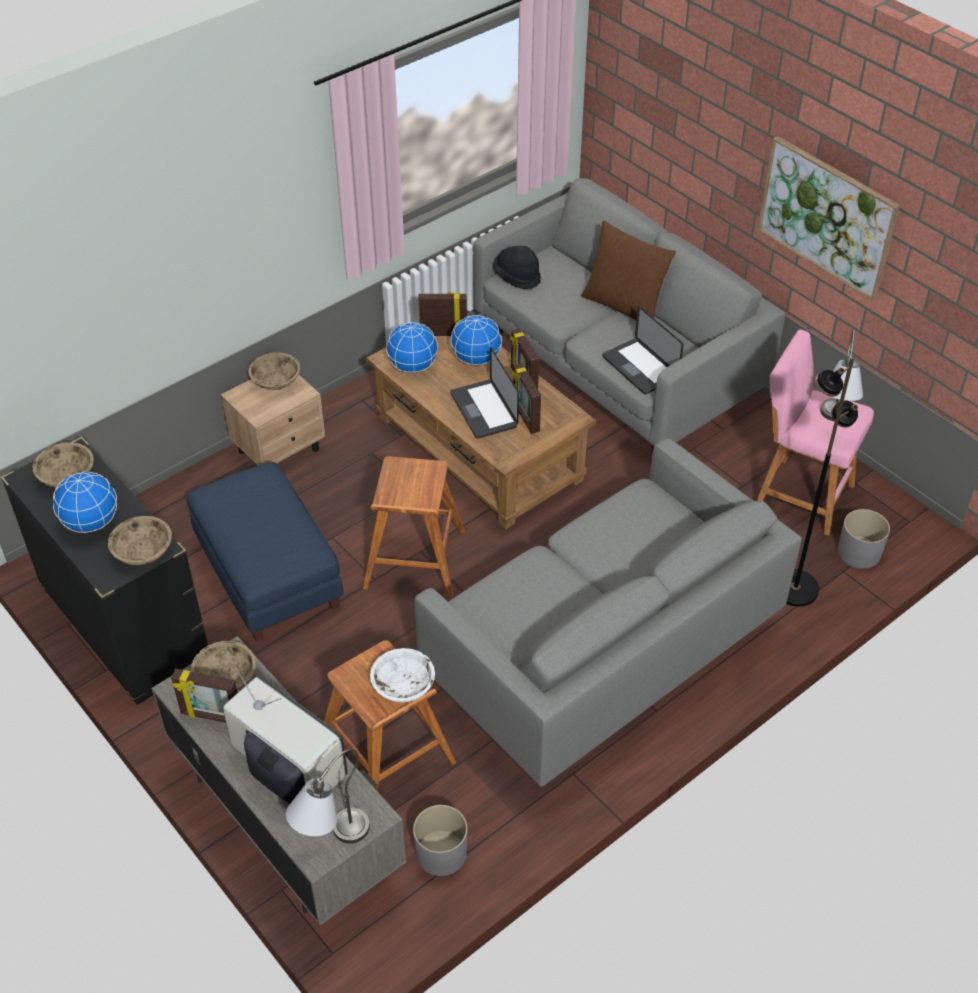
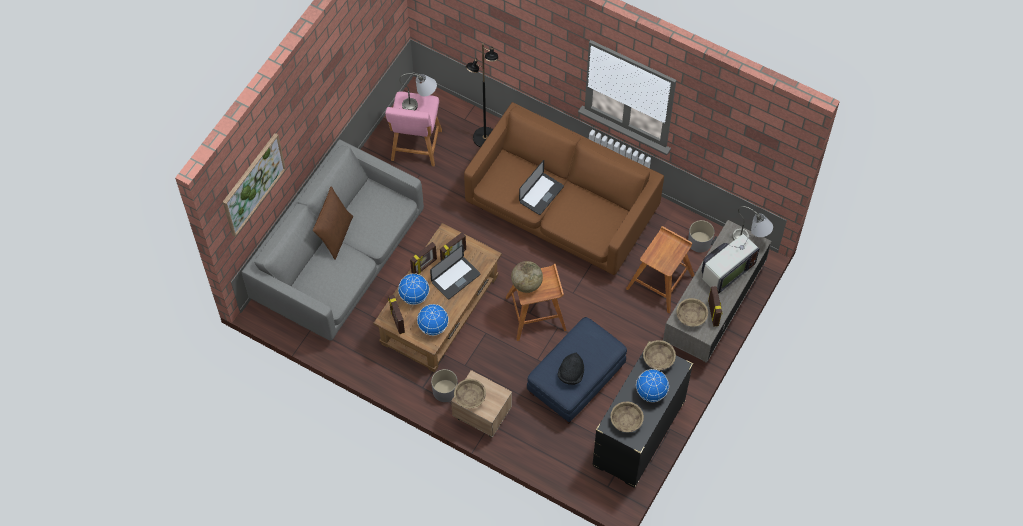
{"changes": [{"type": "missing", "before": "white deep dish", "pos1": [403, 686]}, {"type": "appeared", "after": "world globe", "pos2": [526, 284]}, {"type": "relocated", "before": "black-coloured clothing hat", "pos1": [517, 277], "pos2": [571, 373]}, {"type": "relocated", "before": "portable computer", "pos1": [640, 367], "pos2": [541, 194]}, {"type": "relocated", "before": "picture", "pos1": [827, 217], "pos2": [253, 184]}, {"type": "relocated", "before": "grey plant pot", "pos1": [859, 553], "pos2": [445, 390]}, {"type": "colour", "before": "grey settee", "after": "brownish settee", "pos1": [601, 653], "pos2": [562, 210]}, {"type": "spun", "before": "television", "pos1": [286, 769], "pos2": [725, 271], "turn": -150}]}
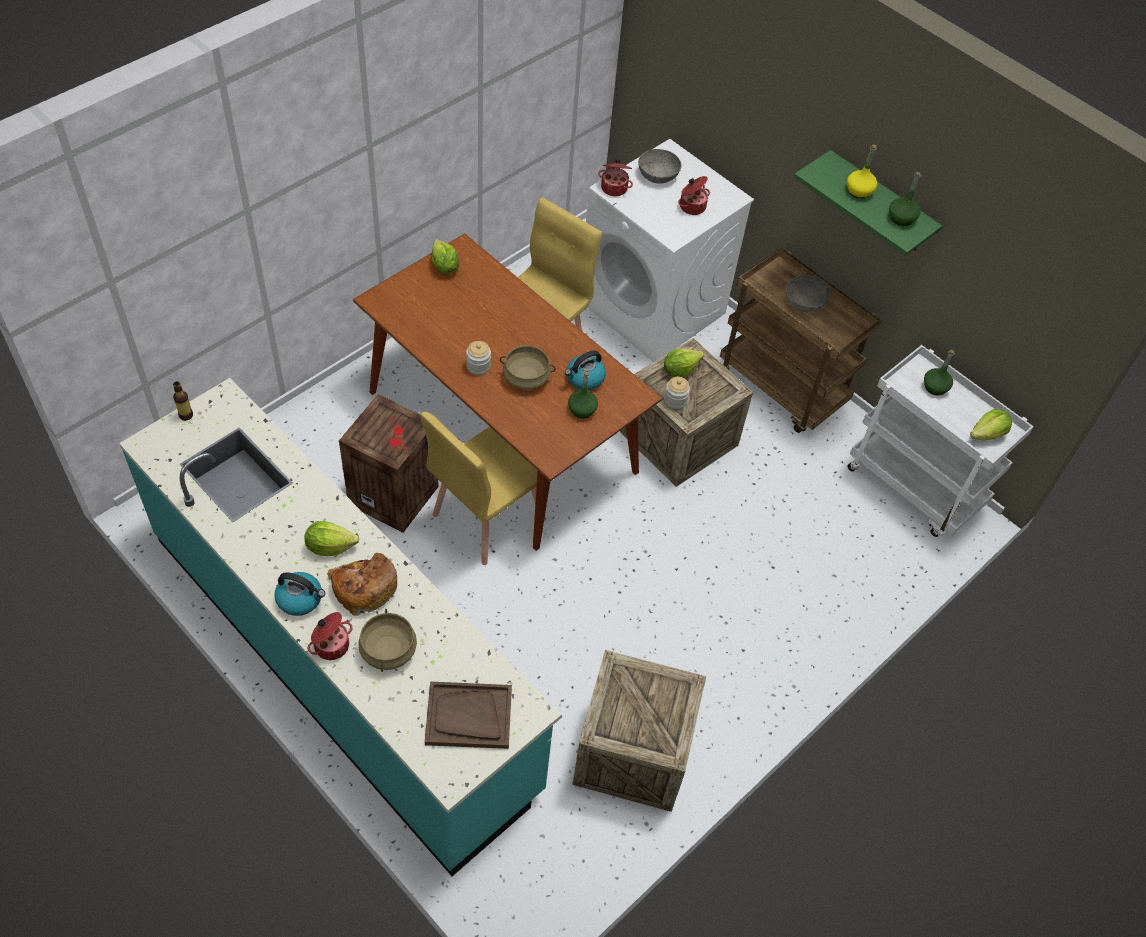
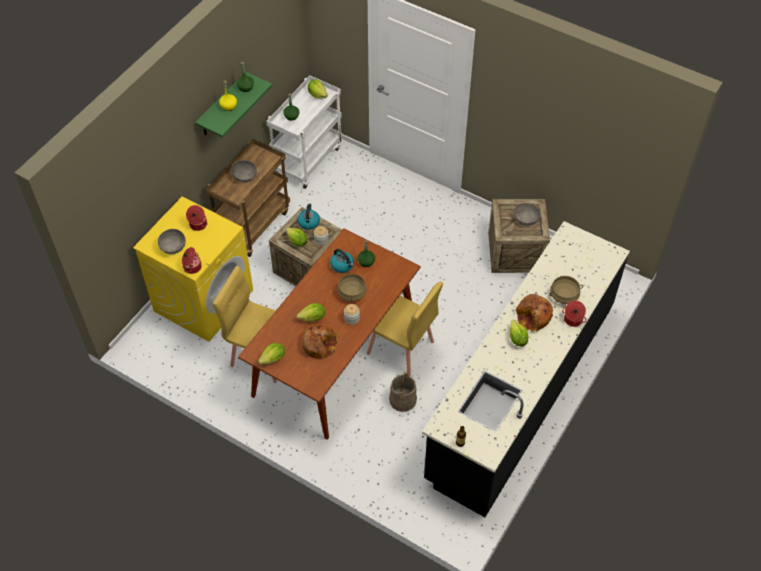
{"changes": [{"type": "missing", "before": "brownish serving tray", "pos1": [468, 716]}, {"type": "appeared", "after": "lettuce head", "pos2": [313, 318]}, {"type": "appeared", "after": "bakery bread", "pos2": [320, 344]}, {"type": "appeared", "after": "grey deep dish", "pos2": [525, 219]}, {"type": "relocated", "before": "kettle", "pos1": [300, 599], "pos2": [308, 222]}, {"type": "exchanged", "before": "packing crate", "after": "sand-coloured bucket", "pos1": [395, 495], "pos2": [402, 399]}, {"type": "colour", "before": "turquoise-coloured kitchen base unit", "after": "black-coloured kitchen base unit", "pos1": [343, 660], "pos2": [520, 390]}, {"type": "colour", "before": "white washing machine", "after": "yellow-coloured washing machine", "pos1": [653, 307], "pos2": [203, 300]}]}
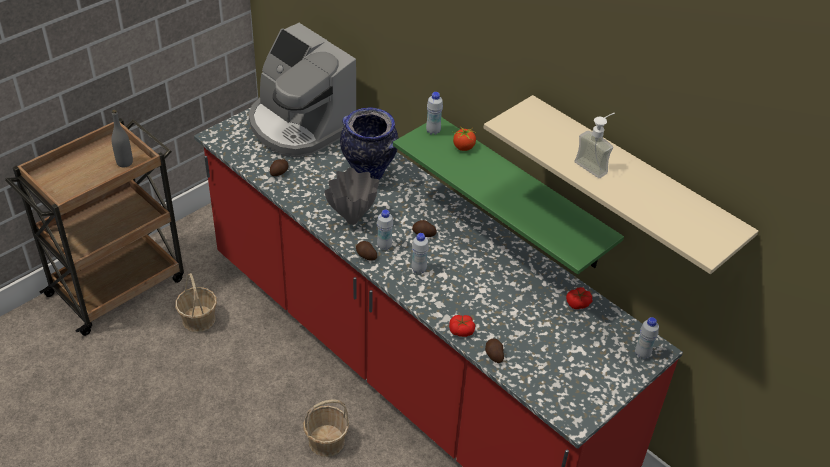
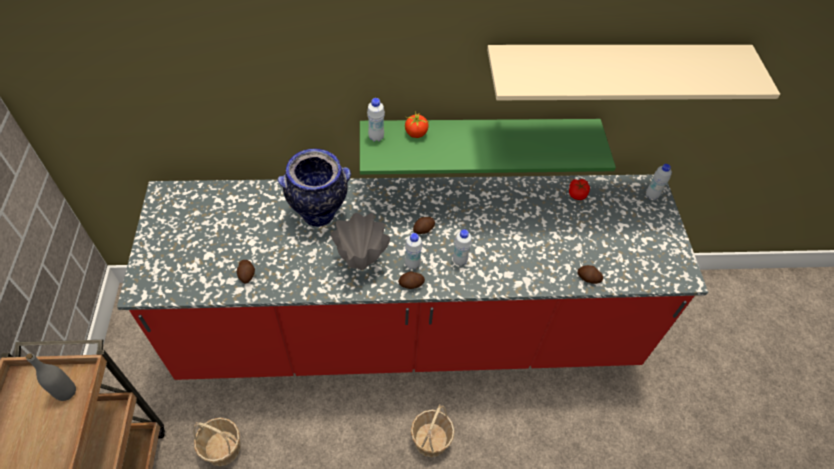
{"changes": [{"type": "missing", "before": "coffee maker", "pos1": [300, 125]}, {"type": "missing", "before": "tomato", "pos1": [461, 330]}, {"type": "missing", "before": "soap dispenser", "pos1": [595, 165]}]}
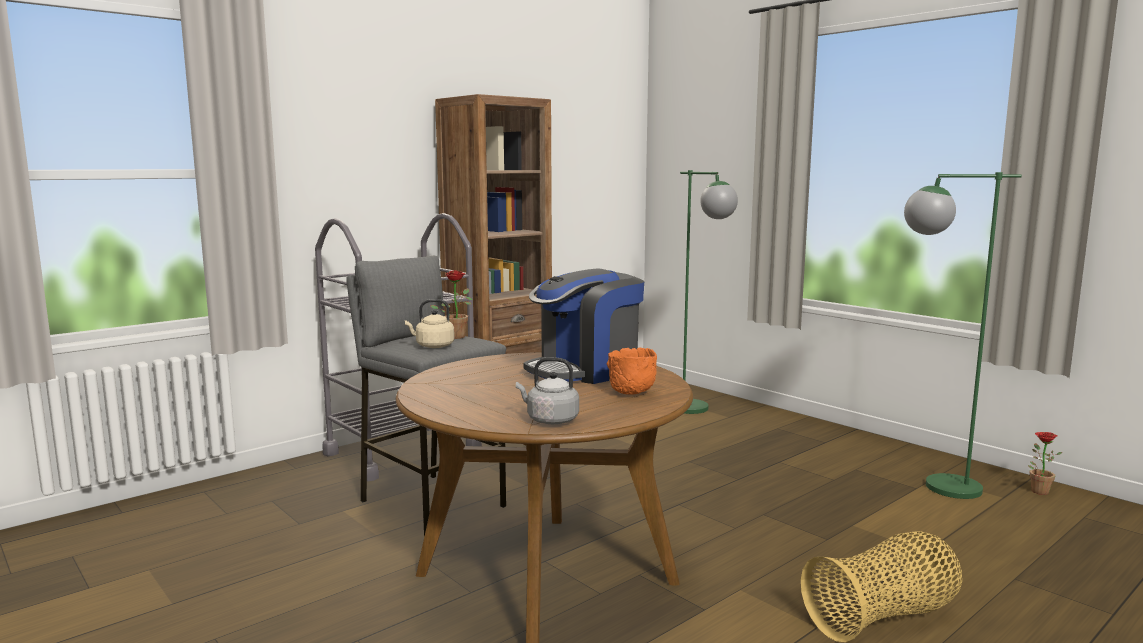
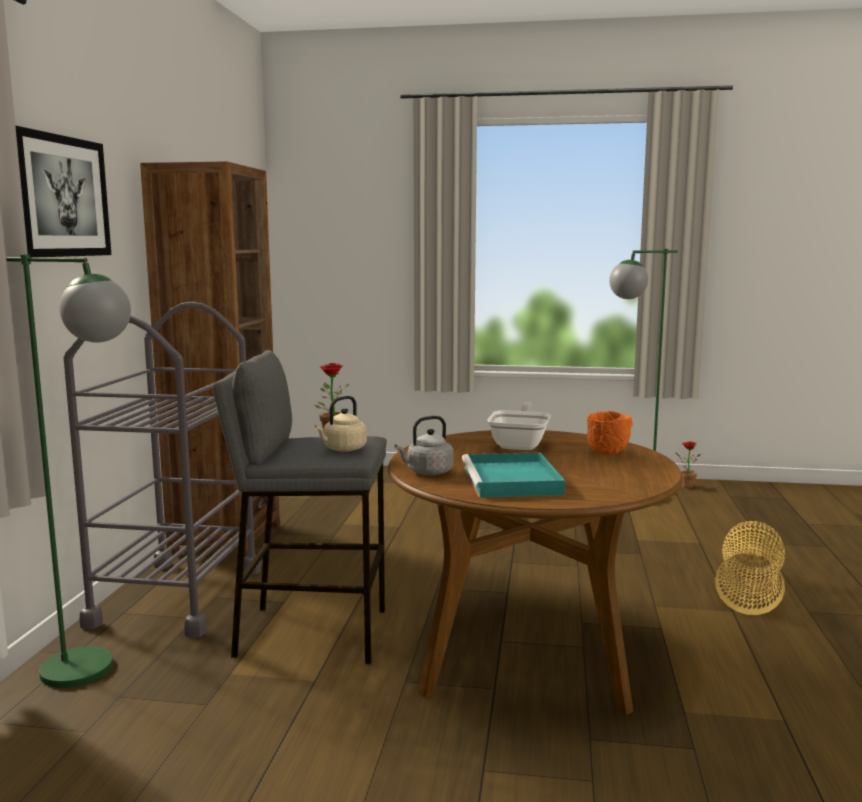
{"changes": [{"type": "appeared", "after": "picture", "pos2": [61, 196]}, {"type": "appeared", "after": "turquoise-coloured serving tray", "pos2": [512, 481]}, {"type": "relocated", "before": "grey kettle", "pos1": [550, 420], "pos2": [427, 472]}, {"type": "relocated", "before": "green-coloured standing lamp", "pos1": [698, 411], "pos2": [97, 673]}, {"type": "exchanged", "before": "coffee maker", "after": "frying pan", "pos1": [585, 370], "pos2": [520, 444]}]}
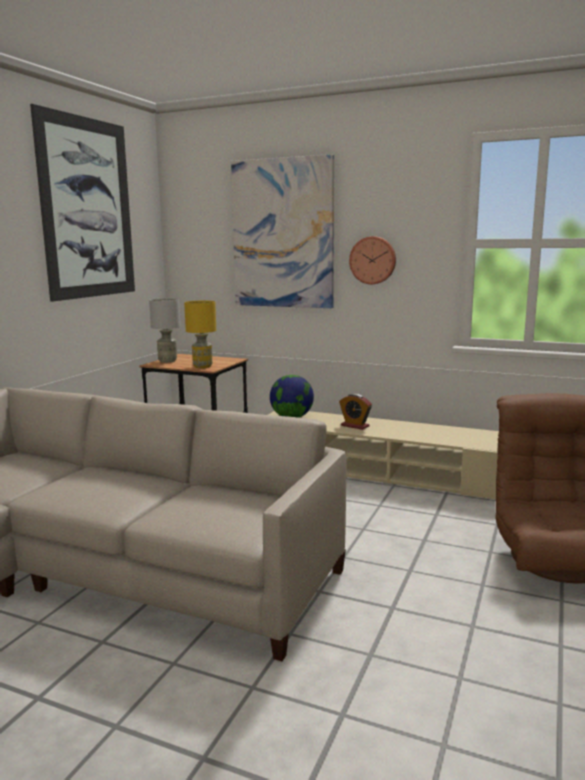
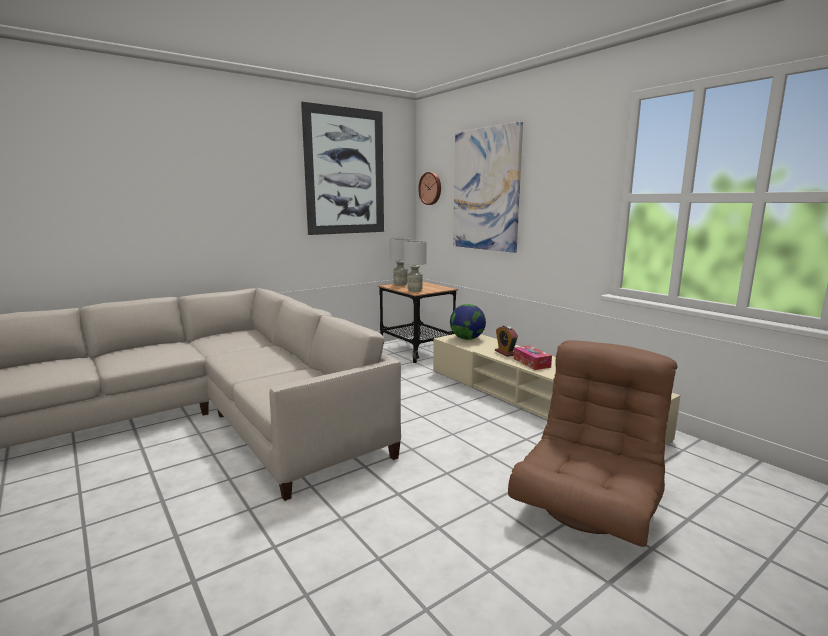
{"changes": [{"type": "appeared", "after": "tissue box", "pos2": [531, 363]}, {"type": "relocated", "before": "clock on the wall", "pos1": [373, 260], "pos2": [431, 188]}, {"type": "colour", "before": "yellow-coloured table lamp", "after": "grey table lamp", "pos1": [203, 366], "pos2": [415, 290]}]}
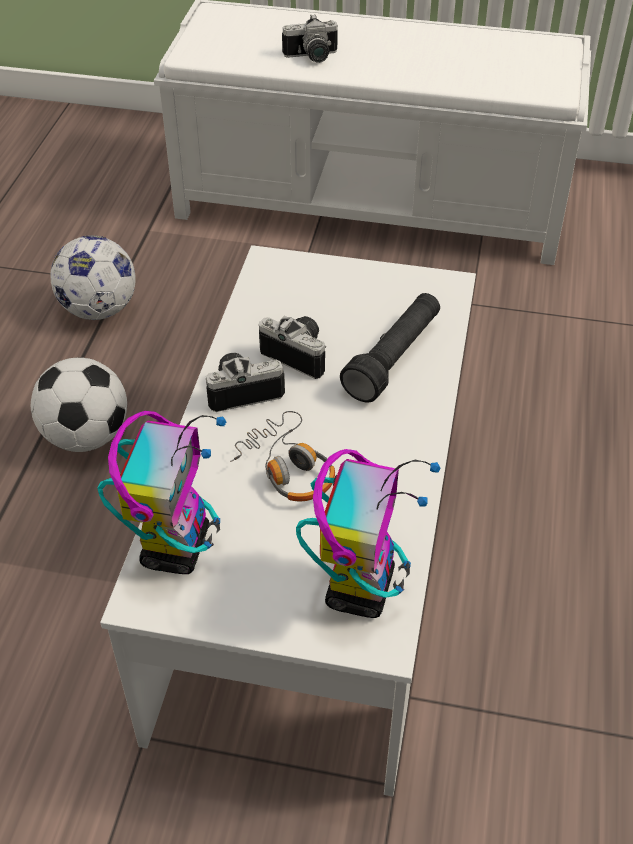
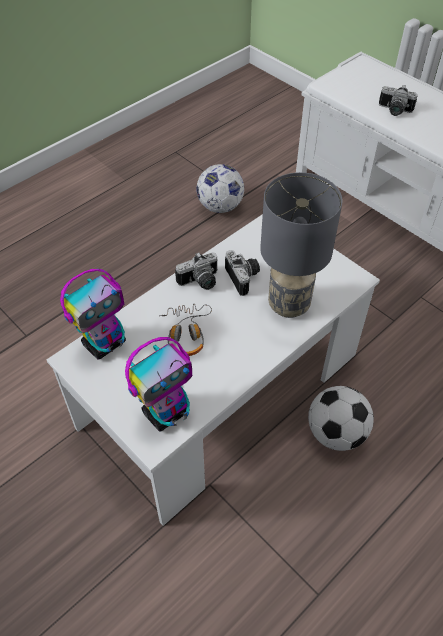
{"changes": [{"type": "relocated", "before": "ball for football", "pos1": [86, 436], "pos2": [336, 432]}, {"type": "exchanged", "before": "black-coloured torch", "after": "grey table lamp", "pos1": [394, 358], "pos2": [289, 305]}, {"type": "spun", "before": "photo camera", "pos1": [242, 389], "pos2": [200, 282], "turn": 135}]}
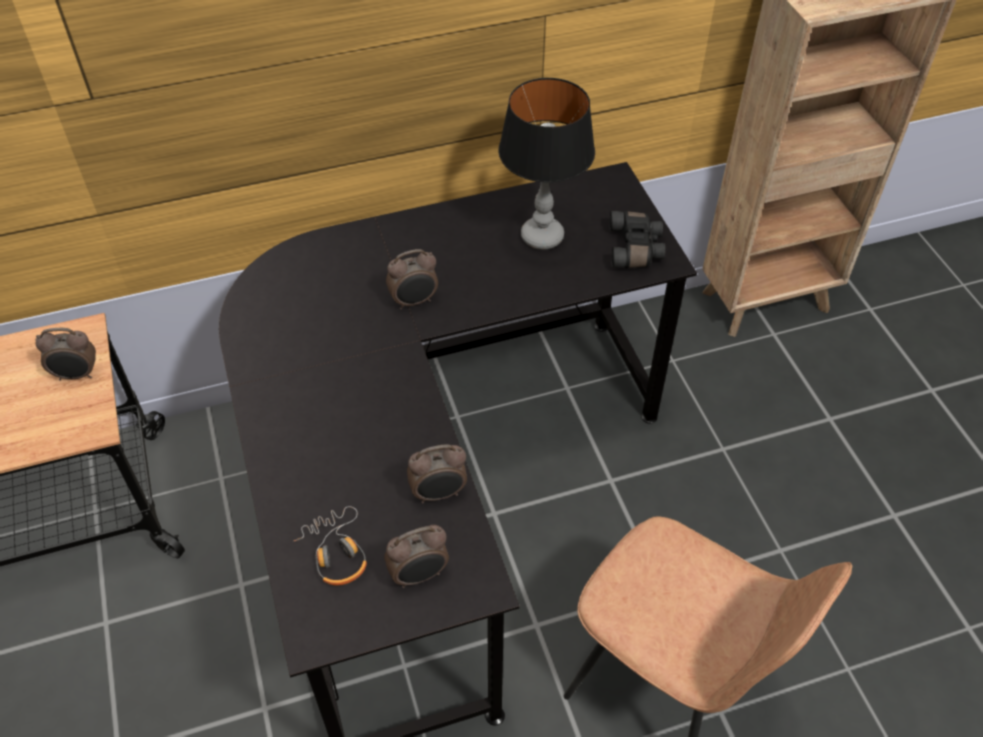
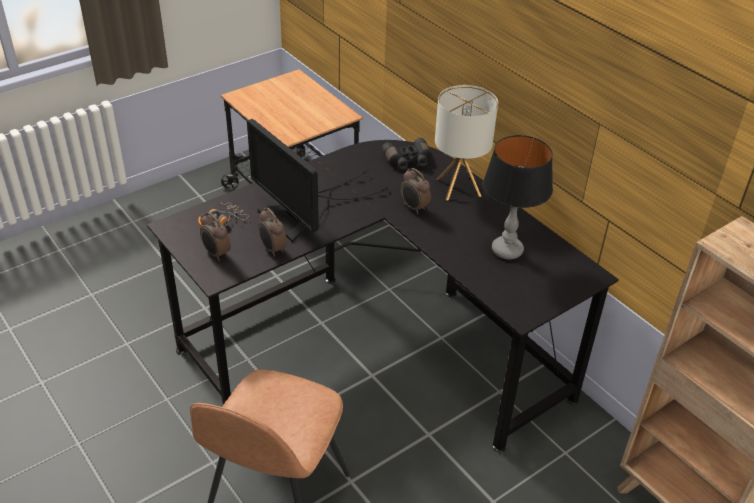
{"changes": [{"type": "missing", "before": "alarm clock", "pos1": [77, 375]}, {"type": "appeared", "after": "computer screen", "pos2": [306, 212]}, {"type": "appeared", "after": "table lamp", "pos2": [459, 187]}, {"type": "relocated", "before": "black-coloured pair of binoculars", "pos1": [636, 248], "pos2": [408, 161]}]}
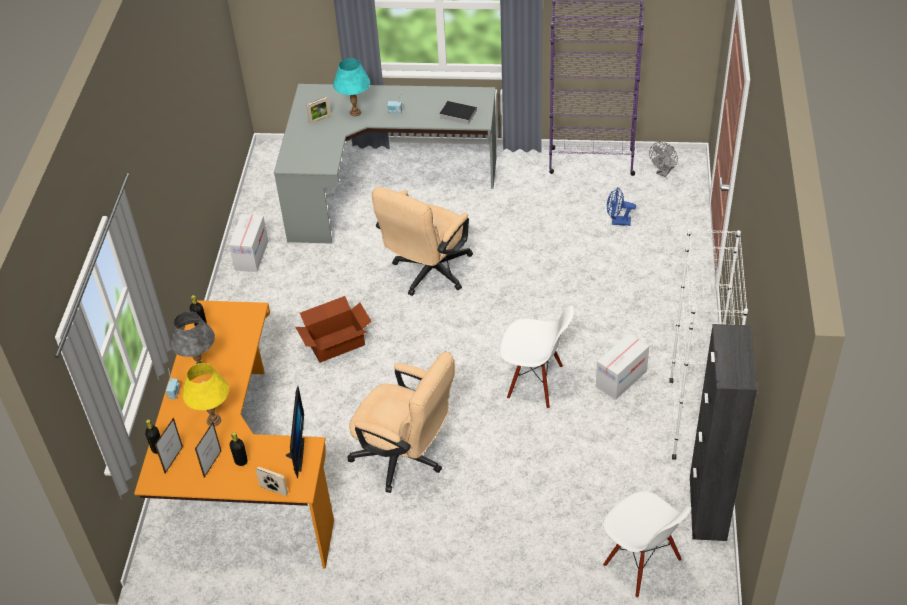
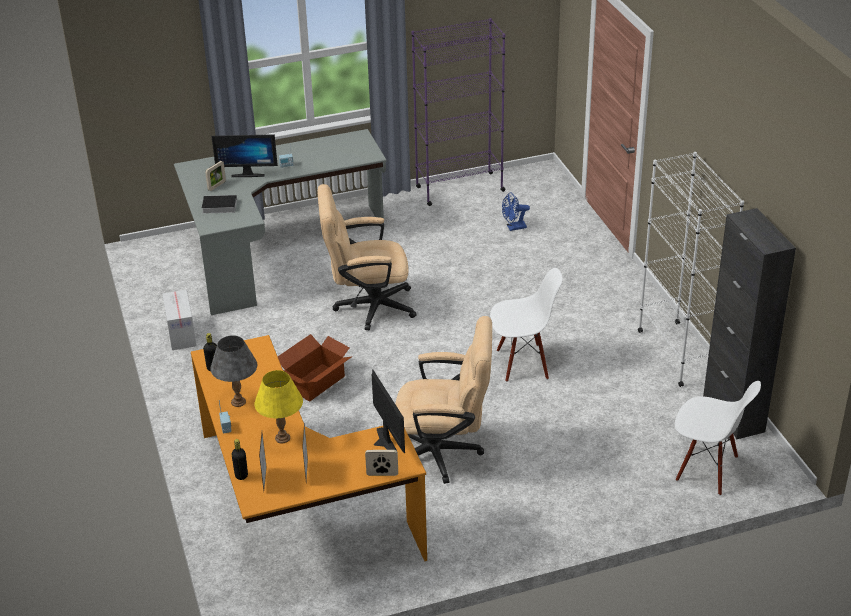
{"changes": [{"type": "missing", "before": "black-coloured beverage bottle", "pos1": [241, 461]}, {"type": "missing", "before": "packing box", "pos1": [621, 379]}, {"type": "missing", "before": "grey fan", "pos1": [663, 172]}, {"type": "relocated", "before": "volume", "pos1": [457, 114], "pos2": [218, 206]}, {"type": "exchanged", "before": "turquoise-coloured table lamp", "after": "computer screen", "pos1": [355, 112], "pos2": [248, 173]}, {"type": "spun", "before": "sand-coloured desk chair", "pos1": [428, 274], "pos2": [367, 307], "turn": 75}]}
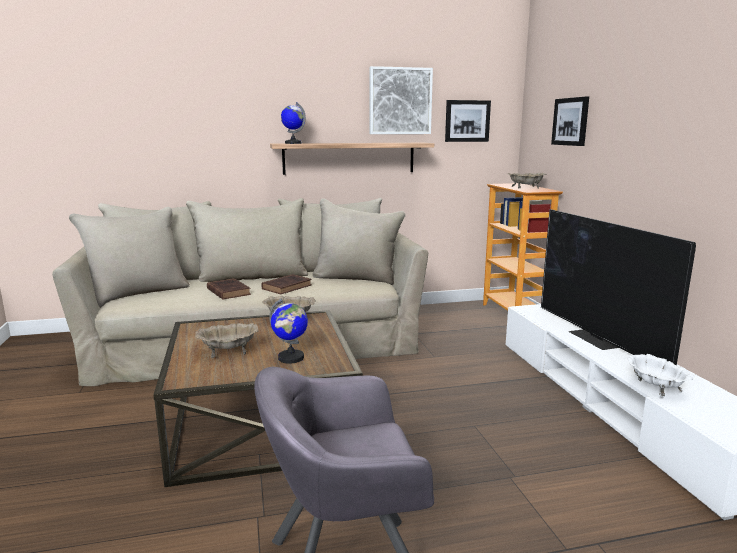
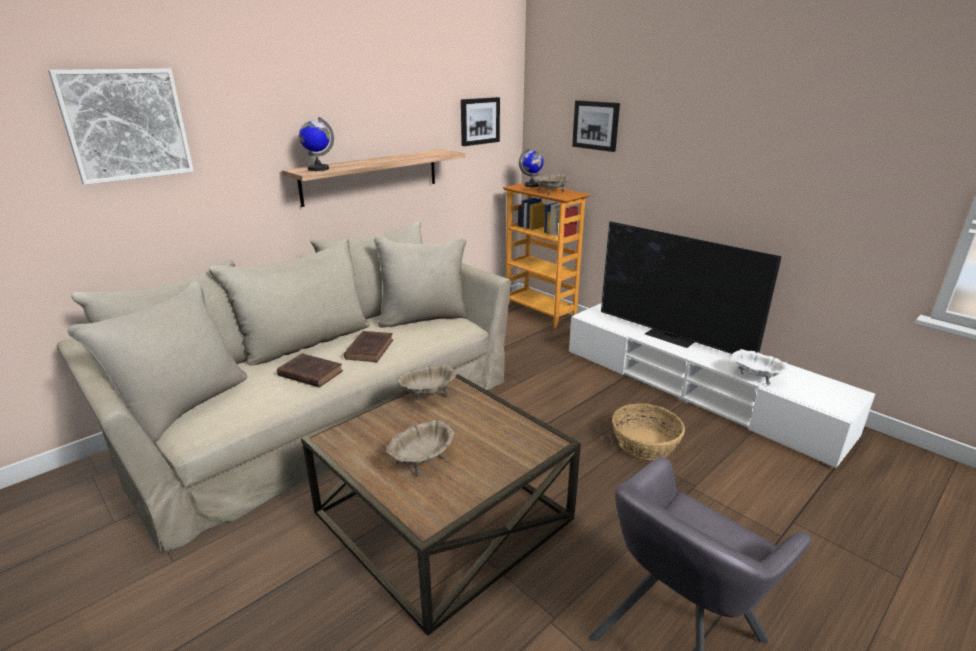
{"changes": [{"type": "appeared", "after": "household basket", "pos2": [645, 443]}, {"type": "relocated", "before": "world globe", "pos1": [291, 358], "pos2": [532, 185]}, {"type": "relocated", "before": "picture", "pos1": [400, 101], "pos2": [126, 125]}]}
